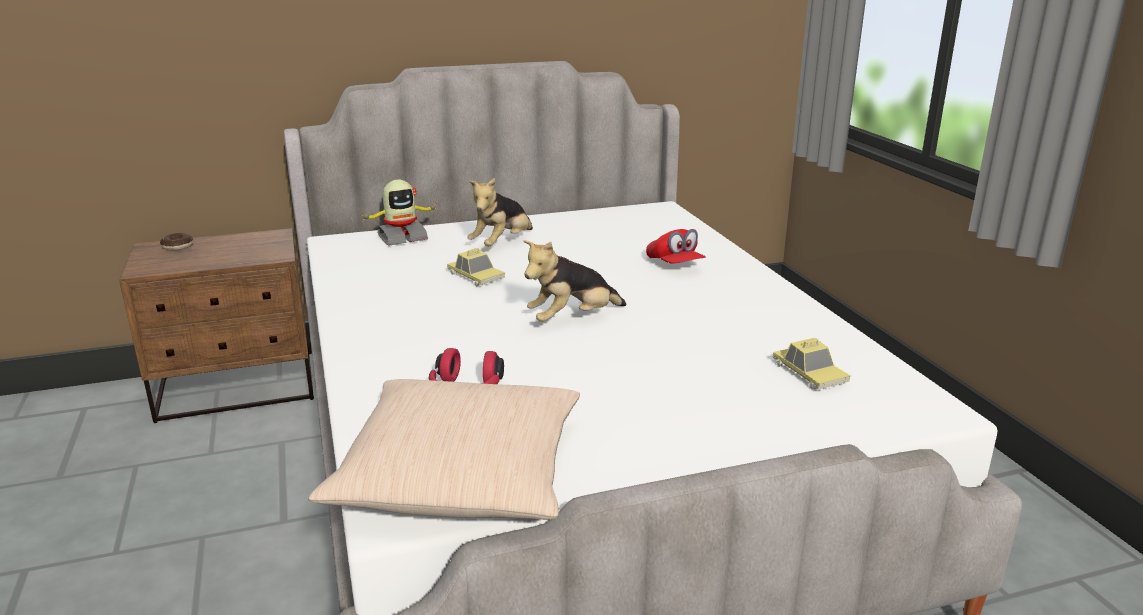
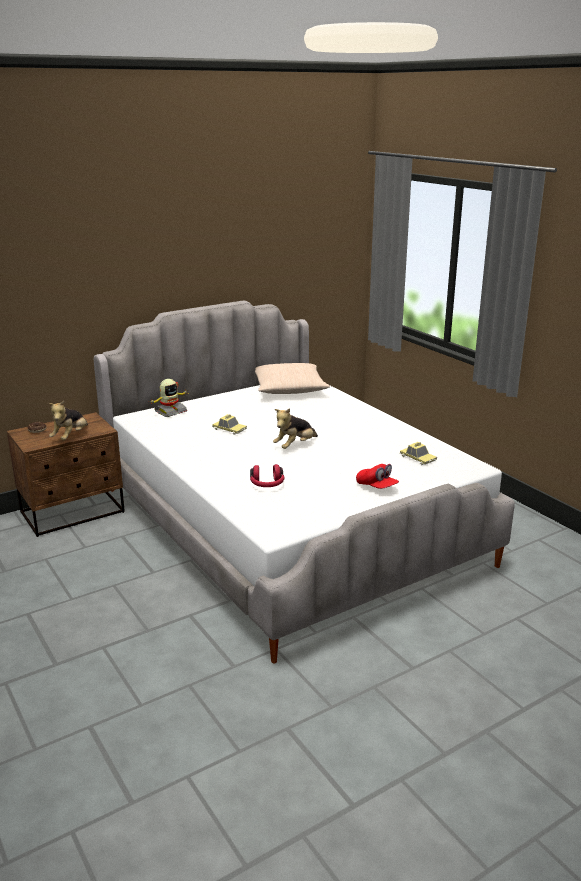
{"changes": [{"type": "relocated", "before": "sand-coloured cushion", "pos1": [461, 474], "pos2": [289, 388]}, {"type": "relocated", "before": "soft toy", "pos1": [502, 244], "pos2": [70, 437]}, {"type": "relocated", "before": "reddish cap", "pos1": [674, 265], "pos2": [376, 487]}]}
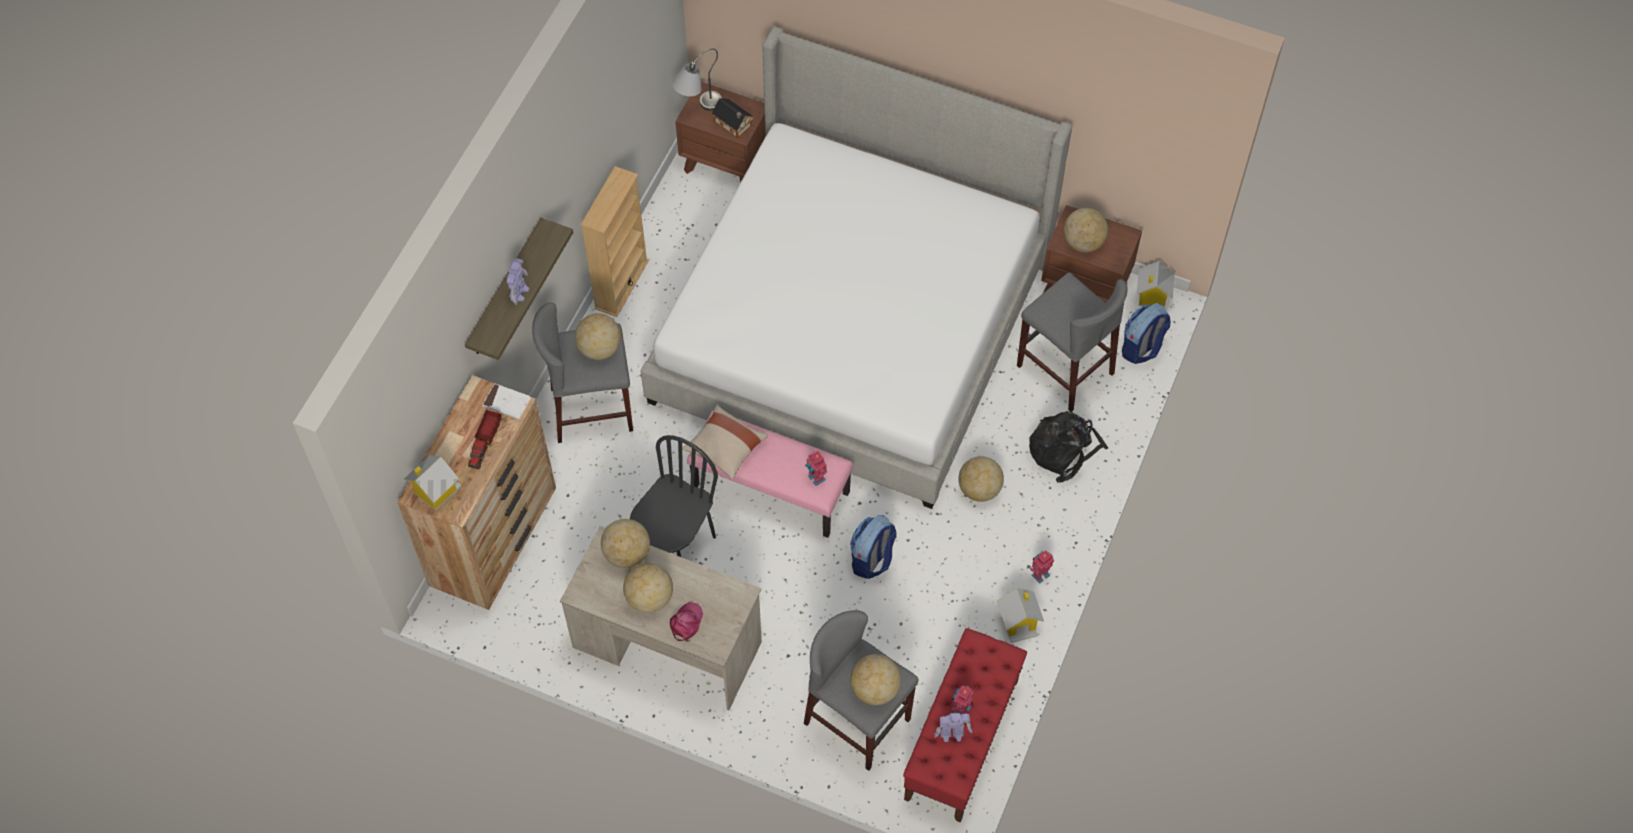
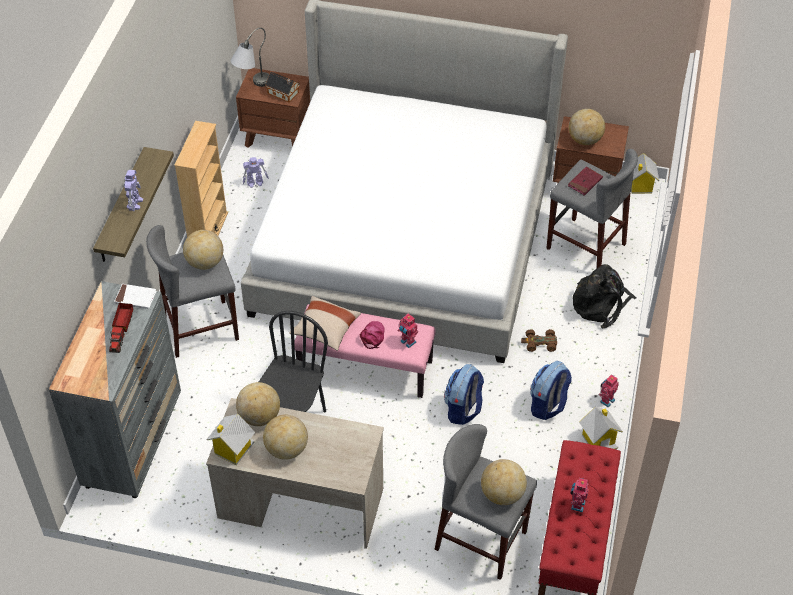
{"changes": [{"type": "appeared", "after": "reddish volume", "pos2": [585, 182]}, {"type": "relocated", "before": "toy house", "pos1": [436, 491], "pos2": [233, 449]}, {"type": "relocated", "before": "pink cap", "pos1": [686, 623], "pos2": [372, 336]}, {"type": "relocated", "before": "model robot", "pos1": [952, 734], "pos2": [255, 183]}, {"type": "relocated", "before": "knapsack", "pos1": [1141, 348], "pos2": [548, 405]}, {"type": "exchanged", "before": "world globe", "after": "brownish model car", "pos1": [979, 489], "pos2": [539, 343]}, {"type": "colour", "before": "brownish chest of drawers", "after": "grey chest of drawers", "pos1": [495, 540], "pos2": [133, 441]}]}
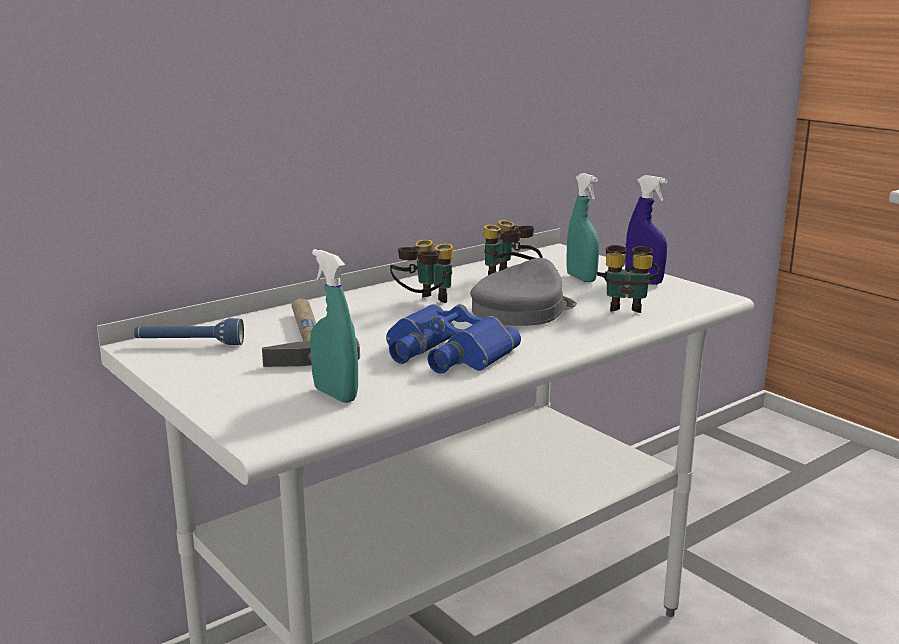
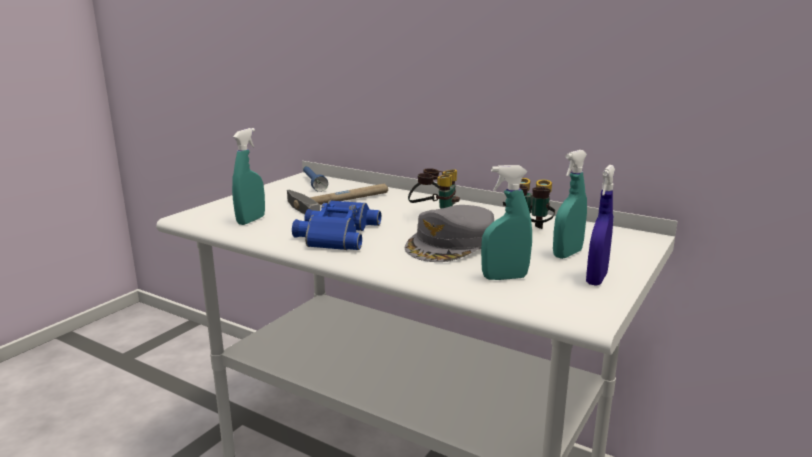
{"changes": [{"type": "exchanged", "before": "pair of binoculars", "after": "turquoise-coloured spray bottle", "pos1": [625, 306], "pos2": [504, 277]}, {"type": "spun", "before": "grey cap", "pos1": [522, 310], "pos2": [451, 243], "turn": 105}]}
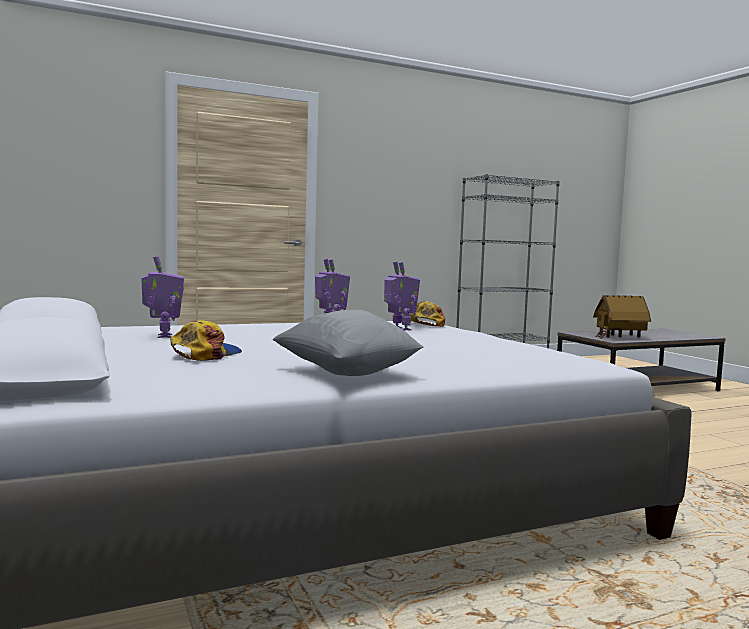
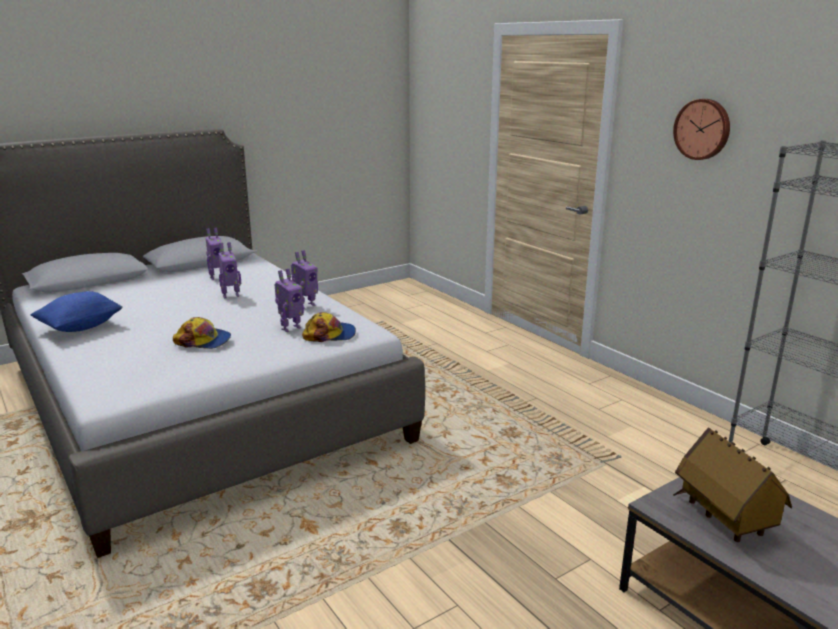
{"changes": [{"type": "appeared", "after": "model robot", "pos2": [230, 295]}, {"type": "appeared", "after": "clock on the wall", "pos2": [703, 129]}, {"type": "relocated", "before": "cap", "pos1": [205, 354], "pos2": [203, 341]}, {"type": "colour", "before": "grey cushion", "after": "bluish cushion", "pos1": [346, 372], "pos2": [81, 327]}]}
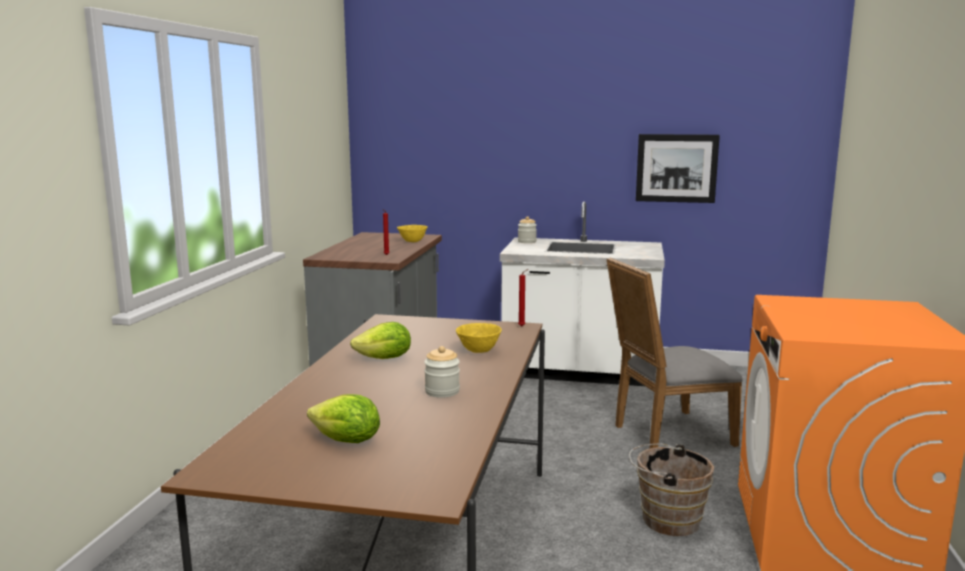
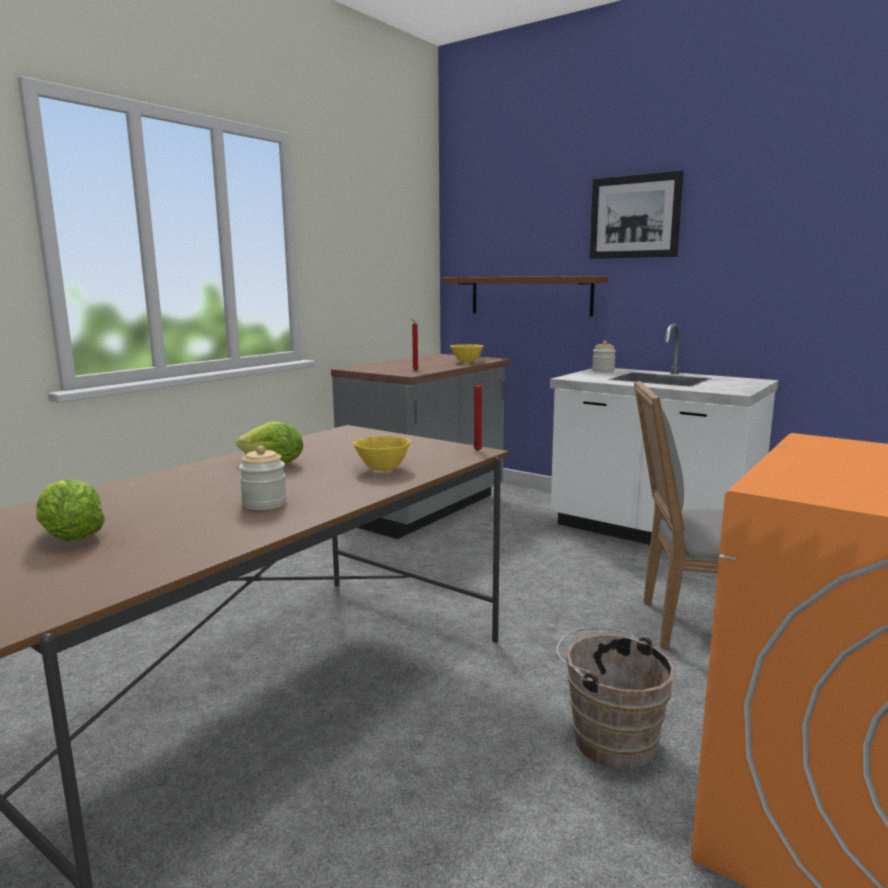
{"changes": [{"type": "appeared", "after": "brownish shelf", "pos2": [530, 295]}, {"type": "relocated", "before": "picture", "pos1": [676, 168], "pos2": [634, 217]}]}
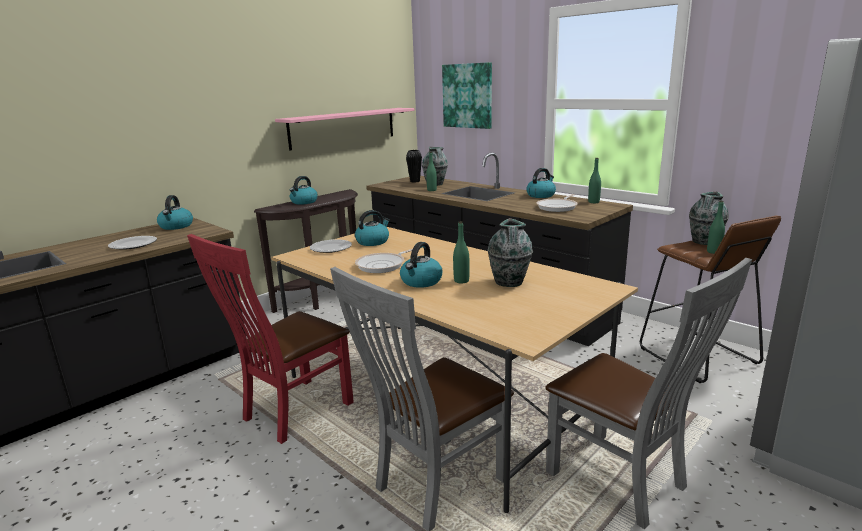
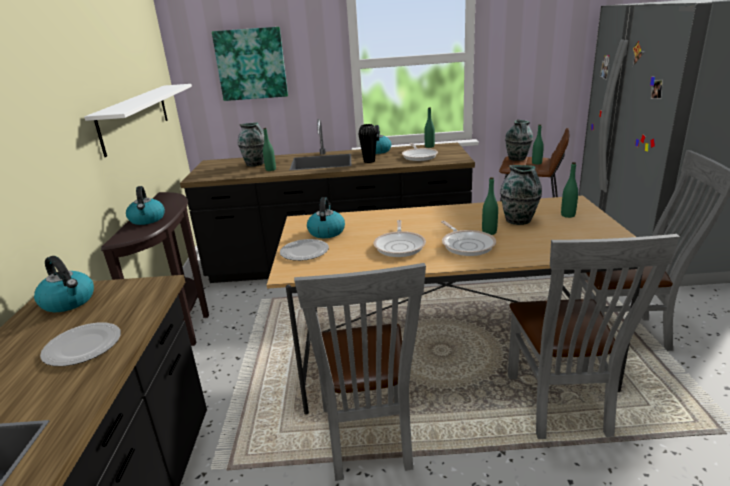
{"changes": [{"type": "appeared", "after": "green-coloured beverage bottle", "pos2": [568, 215]}, {"type": "relocated", "before": "black-coloured flower vase", "pos1": [415, 181], "pos2": [369, 161]}, {"type": "exchanged", "before": "kettle", "after": "frying pan", "pos1": [421, 282], "pos2": [467, 245]}, {"type": "colour", "before": "reddish upright chair", "after": "grey upright chair", "pos1": [291, 413], "pos2": [368, 441]}, {"type": "colour", "before": "pink shelf", "after": "white shelf", "pos1": [343, 127], "pos2": [135, 117]}]}
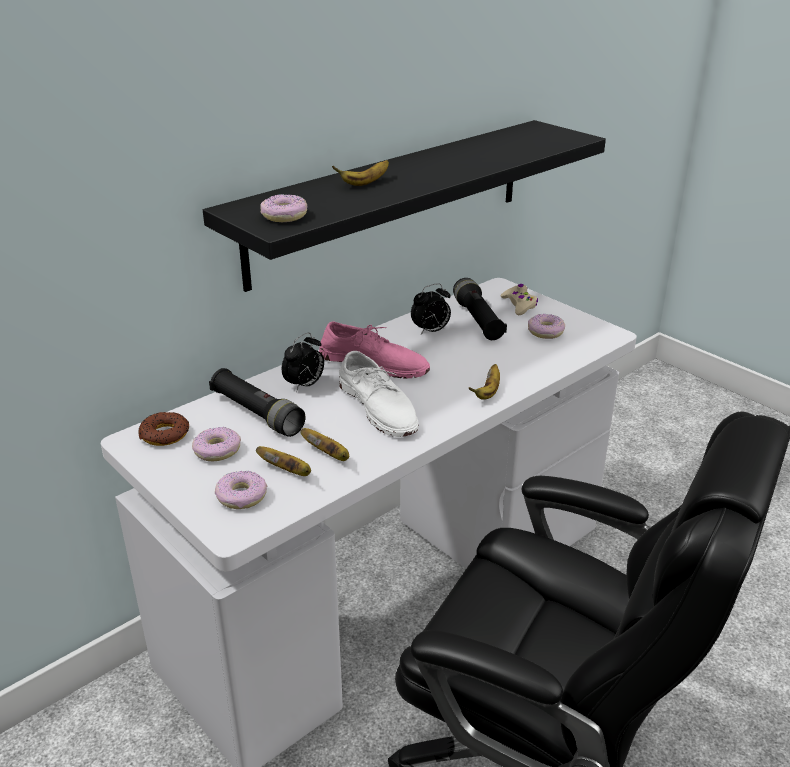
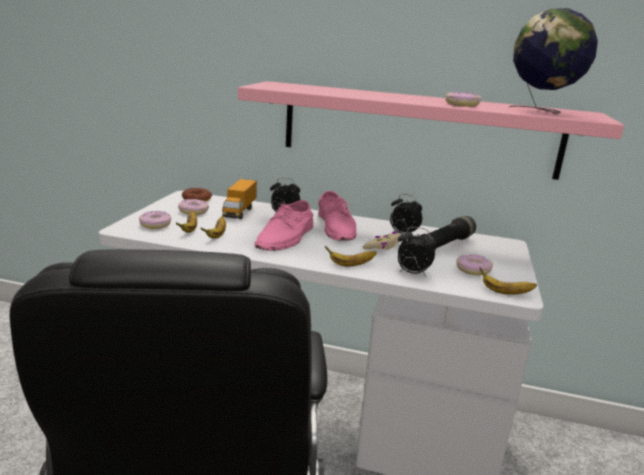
{"changes": [{"type": "appeared", "after": "alarm clock", "pos2": [412, 273]}, {"type": "appeared", "after": "world globe", "pos2": [541, 111]}, {"type": "relocated", "before": "ring doughnut", "pos1": [284, 216], "pos2": [461, 105]}, {"type": "relocated", "before": "banana fruit", "pos1": [365, 183], "pos2": [504, 292]}, {"type": "relocated", "before": "sand-coloured gamepad", "pos1": [519, 305], "pos2": [382, 246]}, {"type": "exchanged", "before": "black-coloured torch", "after": "model truck", "pos1": [257, 414], "pos2": [239, 212]}, {"type": "colour", "before": "black-coloured shelf", "after": "pink shelf", "pos1": [391, 200], "pos2": [419, 129]}, {"type": "colour", "before": "white shoe", "after": "pink shoe", "pos1": [379, 407], "pos2": [286, 237]}]}
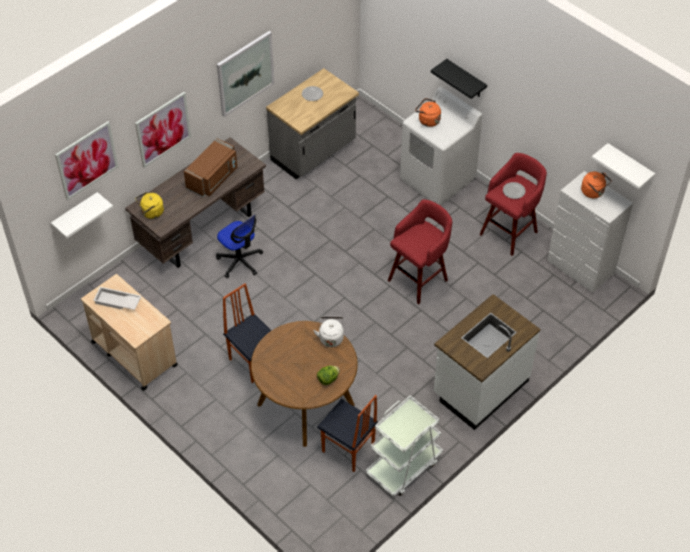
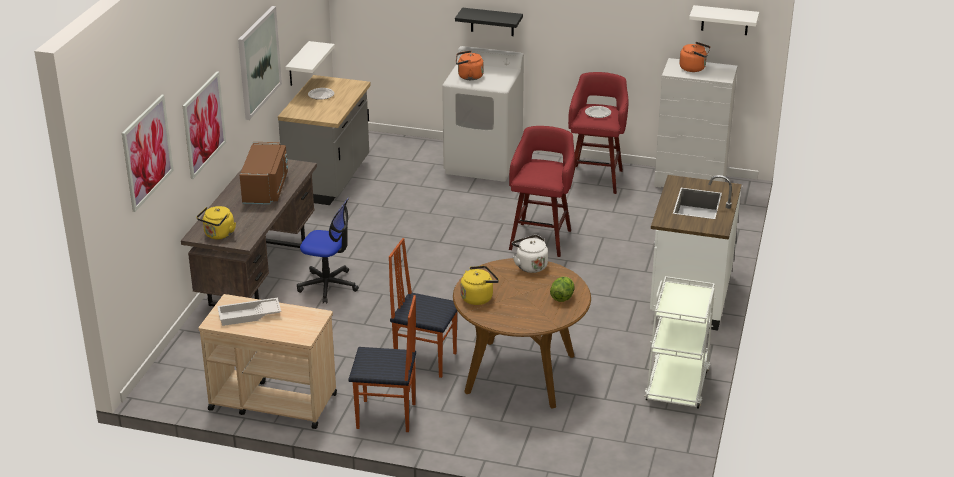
{"changes": [{"type": "appeared", "after": "yellow-coloured kettle", "pos2": [478, 297]}, {"type": "relocated", "before": "white shelf", "pos1": [76, 214], "pos2": [298, 65]}, {"type": "relocated", "before": "upright chair", "pos1": [348, 450], "pos2": [386, 417]}]}
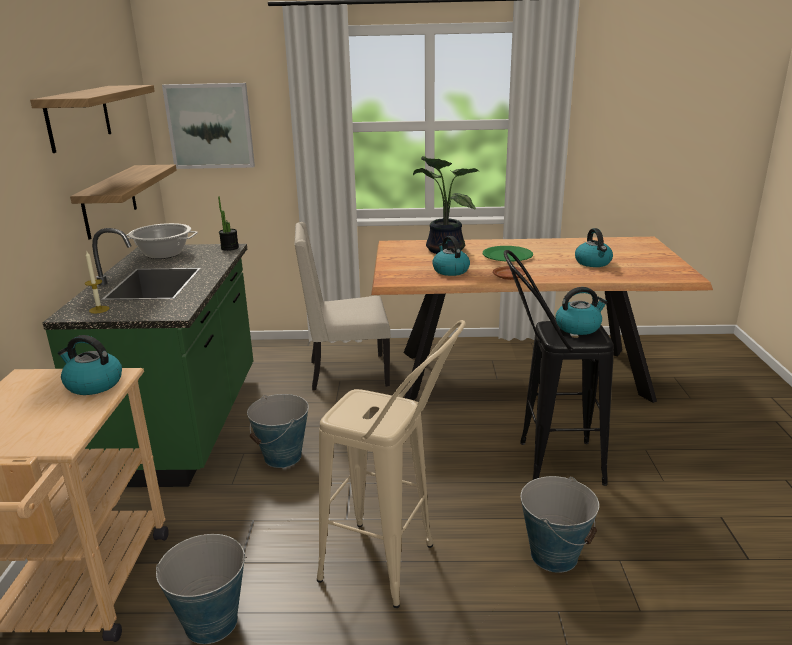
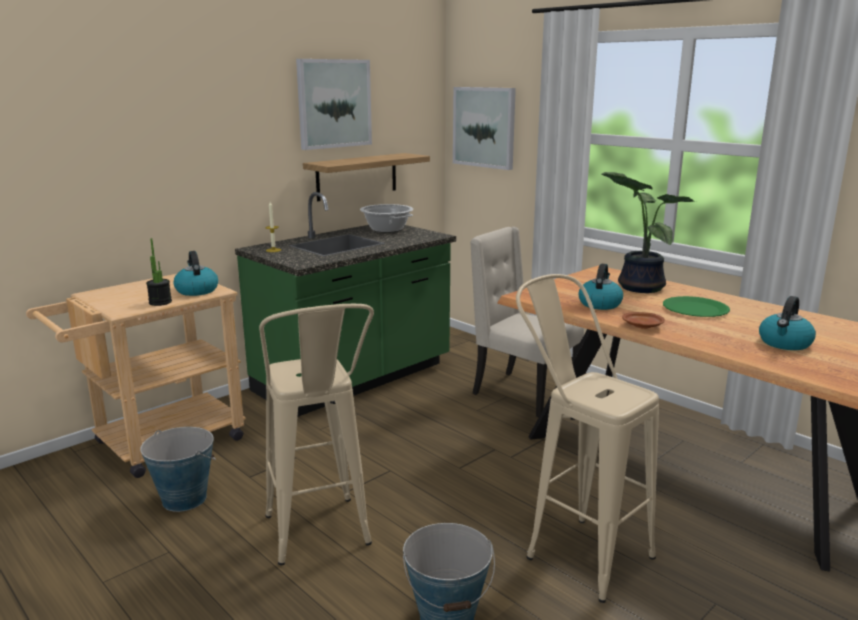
{"changes": [{"type": "missing", "before": "bucket", "pos1": [283, 457]}, {"type": "missing", "before": "kettle", "pos1": [578, 327]}, {"type": "relocated", "before": "houseplant", "pos1": [230, 248], "pos2": [160, 302]}, {"type": "exchanged", "before": "shelf", "after": "picture", "pos1": [78, 117], "pos2": [334, 103]}, {"type": "colour", "before": "black-coloured stool seat", "after": "sand-coloured stool seat", "pos1": [545, 463], "pos2": [574, 549]}]}
